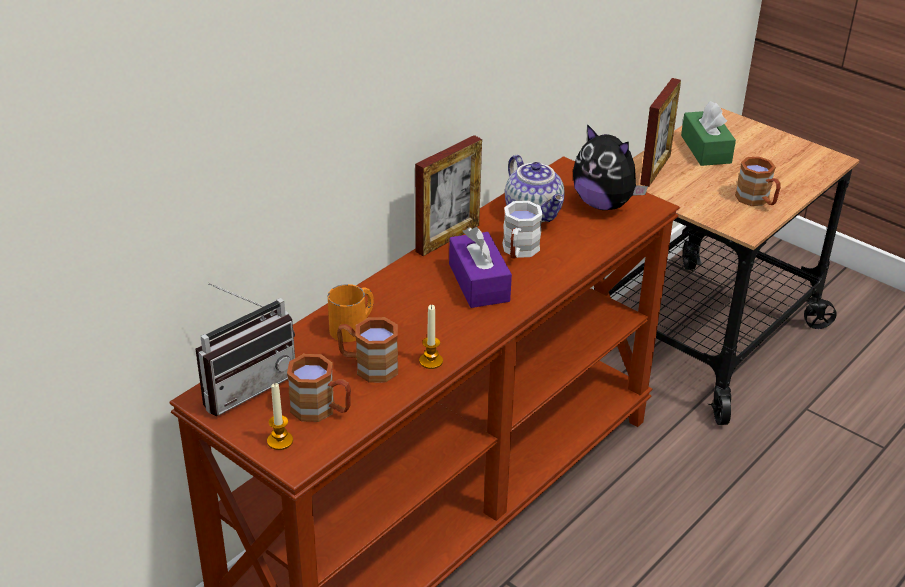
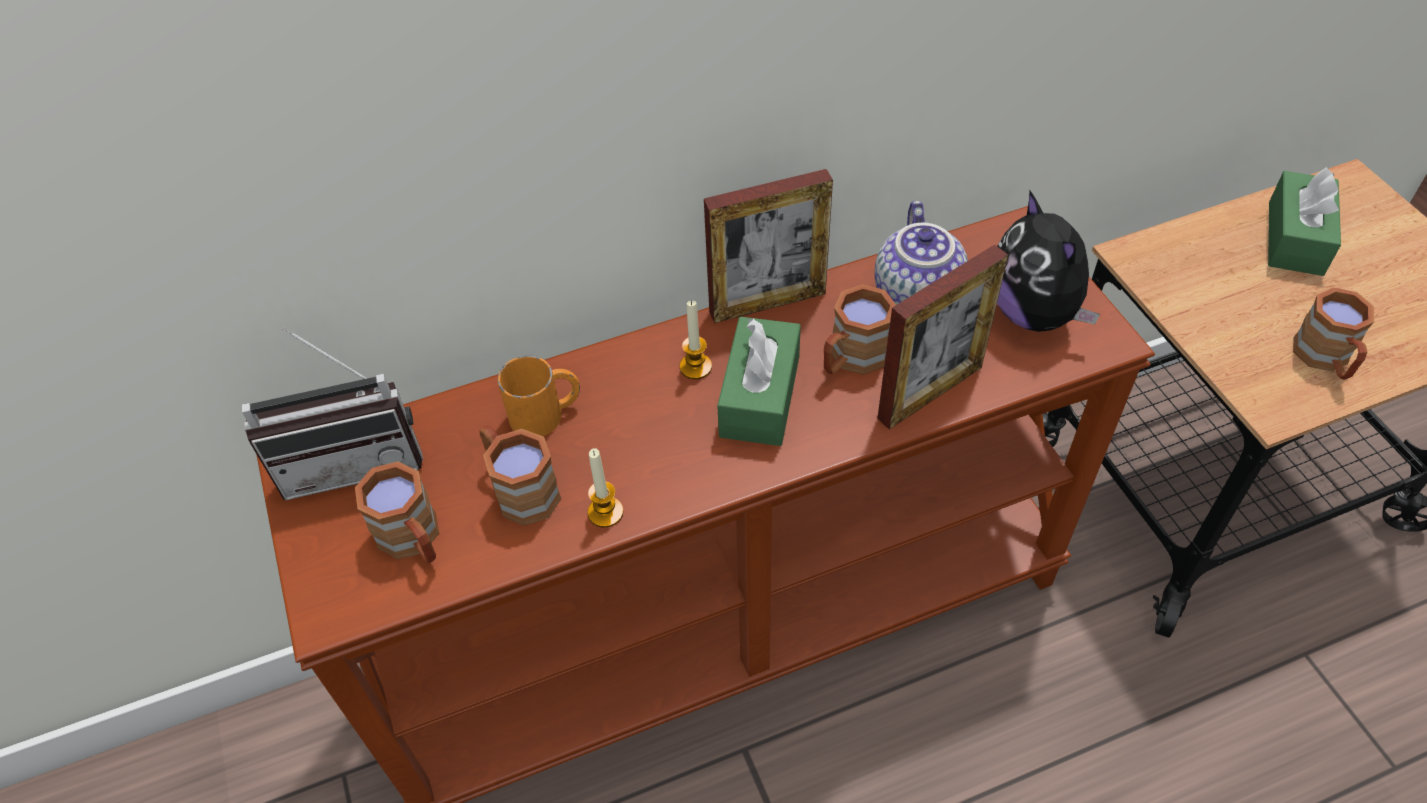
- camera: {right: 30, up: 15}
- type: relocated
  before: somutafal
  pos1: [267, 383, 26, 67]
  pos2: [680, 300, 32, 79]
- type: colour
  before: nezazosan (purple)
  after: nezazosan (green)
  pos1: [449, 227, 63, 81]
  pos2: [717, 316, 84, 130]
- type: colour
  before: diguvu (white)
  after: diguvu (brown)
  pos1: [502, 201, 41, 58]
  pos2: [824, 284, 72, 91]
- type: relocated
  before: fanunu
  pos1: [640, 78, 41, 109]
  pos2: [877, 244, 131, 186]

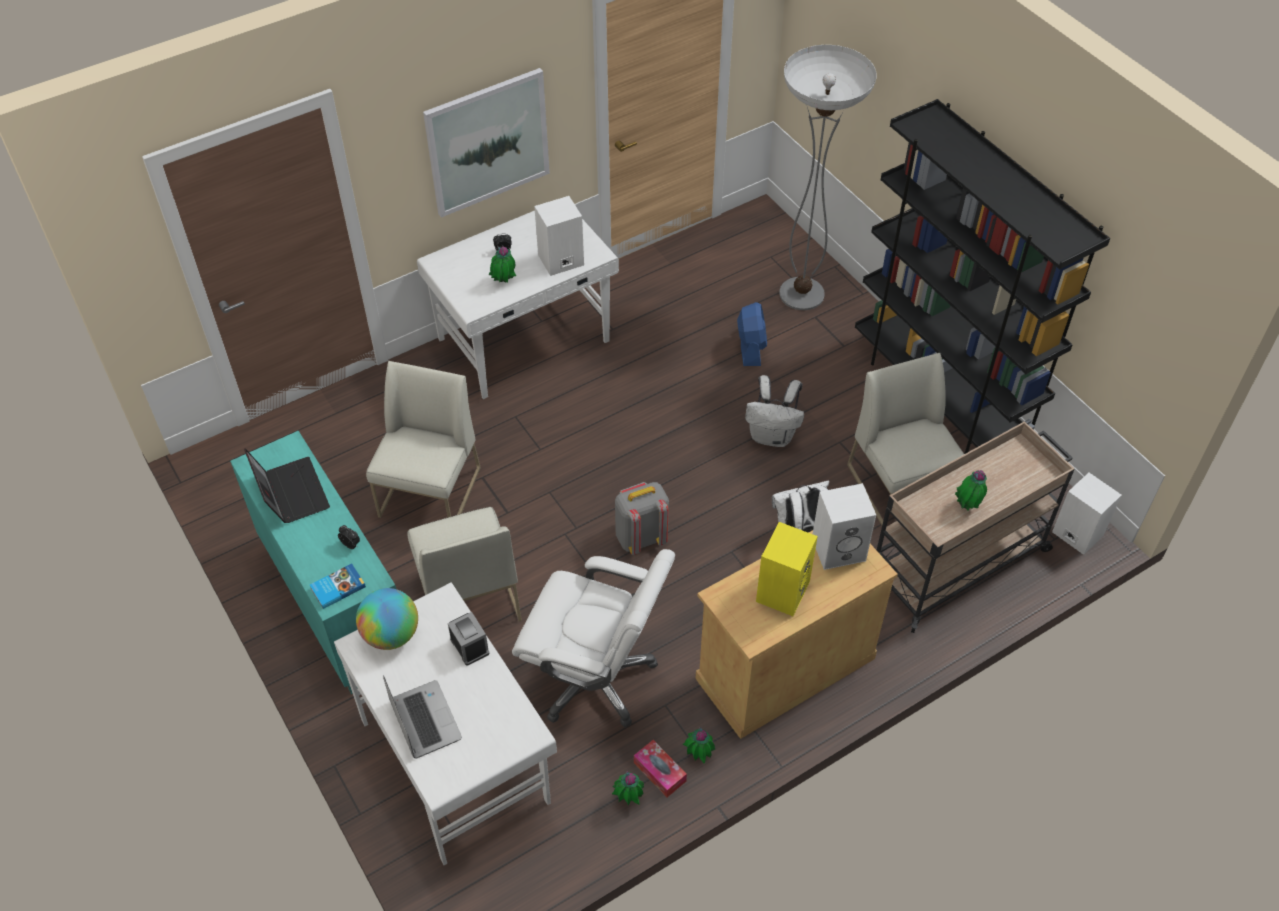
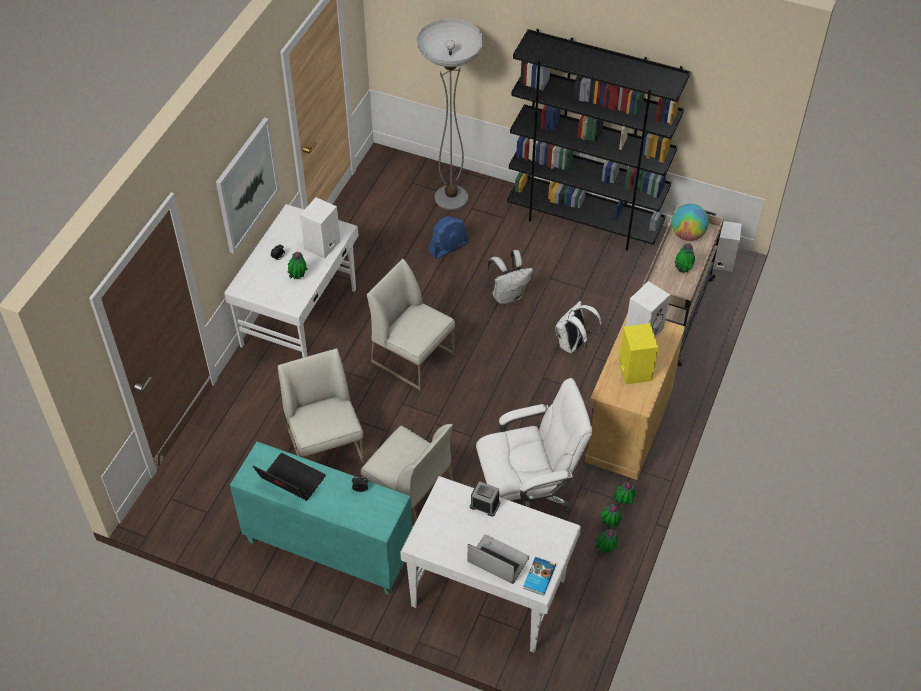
- camera: {right: -35, up: 0}
- type: relocated
  before: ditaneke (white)
  pos1: [847, 353, 117, 172]
  pos2: [367, 259, 88, 132]
- type: spun
  before: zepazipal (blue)
  pos1: [737, 302, 30, 64]
  pos2: [429, 216, 39, 43]
  turn: 90
- type: relocated
  before: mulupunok
  pos1: [310, 563, 56, 46]
  pos2: [523, 557, 33, 39]
- type: exchanged
  before: nezazosan
  after: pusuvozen
  pos1: [634, 740, 53, 57]
  pos2: [600, 503, 22, 26]
- type: relocated
  before: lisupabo
  pos1: [356, 588, 62, 62]
  pos2: [671, 204, 38, 37]
- type: missing
  before: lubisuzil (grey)
  pos1: [615, 482, 54, 73]

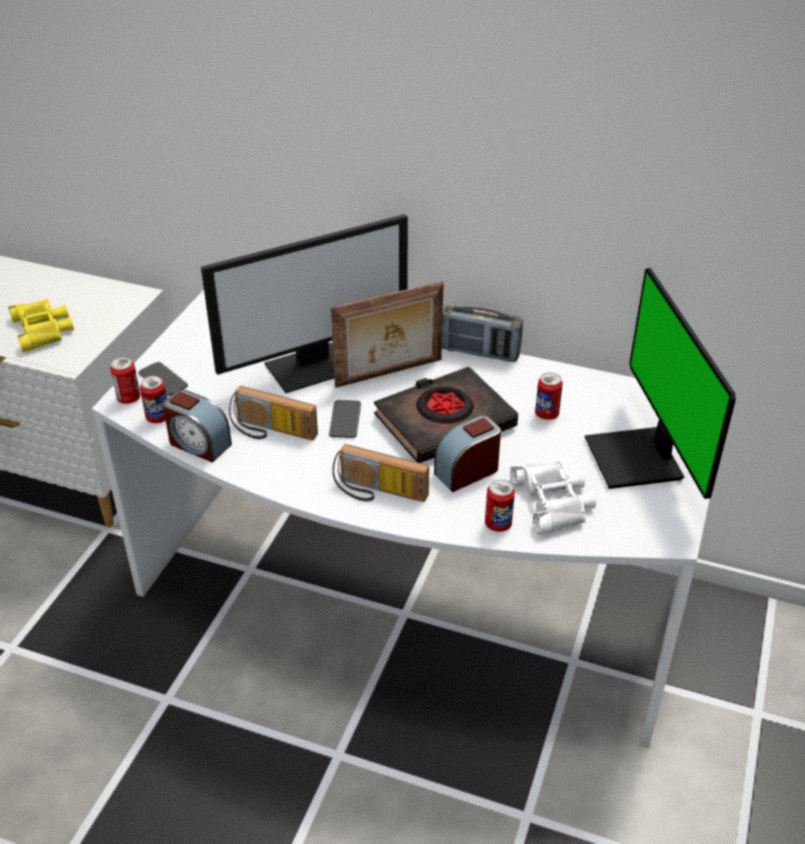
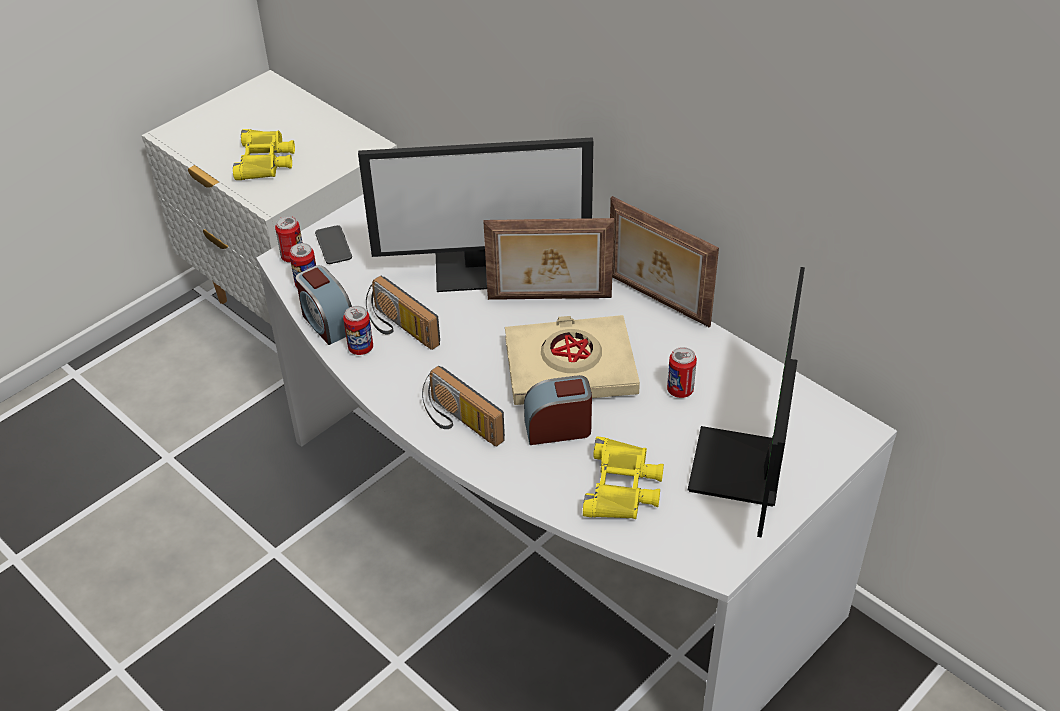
- camera: {right: 25, up: 5}
- type: relocated
  before: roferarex
  pos1: [485, 480, 30, 52]
  pos2: [343, 306, 30, 49]
- type: colour
  before: mulupunok (black)
  after: mulupunok (beige)
  pos1: [374, 366, 144, 97]
  pos2: [505, 315, 135, 90]
- type: colour
  before: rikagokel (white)
  after: rikagokel (yellow)
  pos1: [510, 462, 86, 72]
  pos2: [583, 436, 81, 83]
- type: exchanged
  before: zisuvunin
  after: fanunu
  pos1: [442, 305, 81, 57]
  pos2: [610, 196, 109, 131]
- type: missing
  before: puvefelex
  pos1: [329, 400, 32, 38]

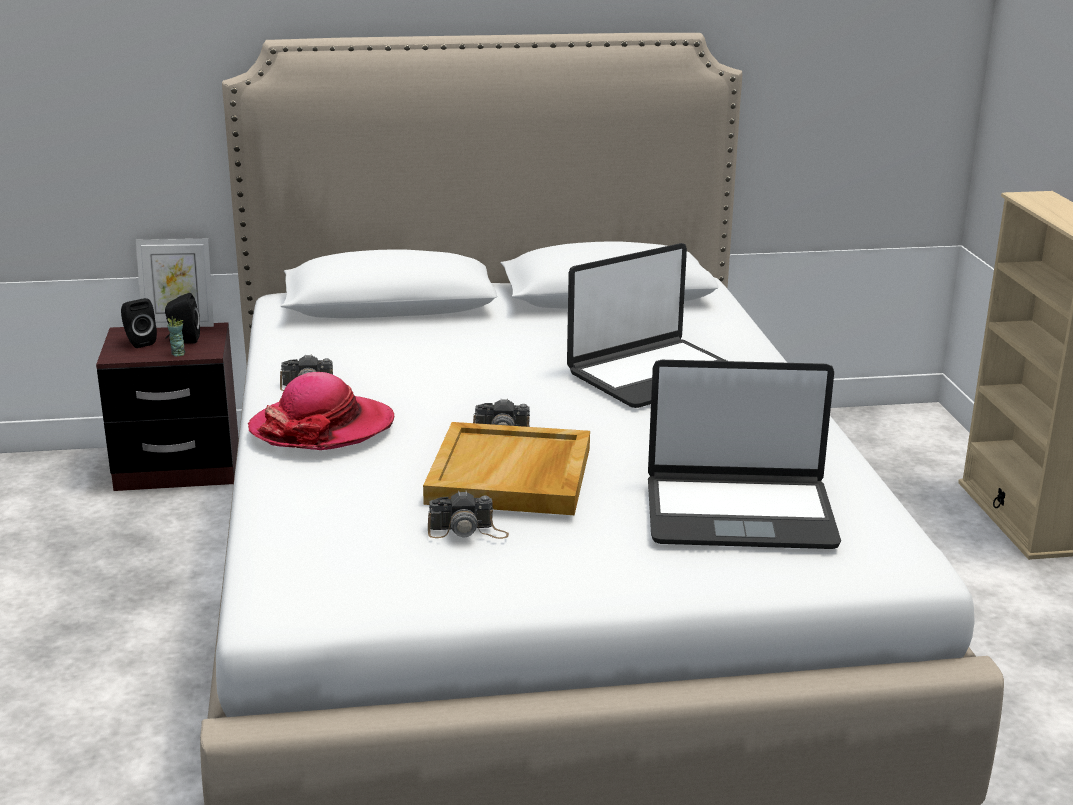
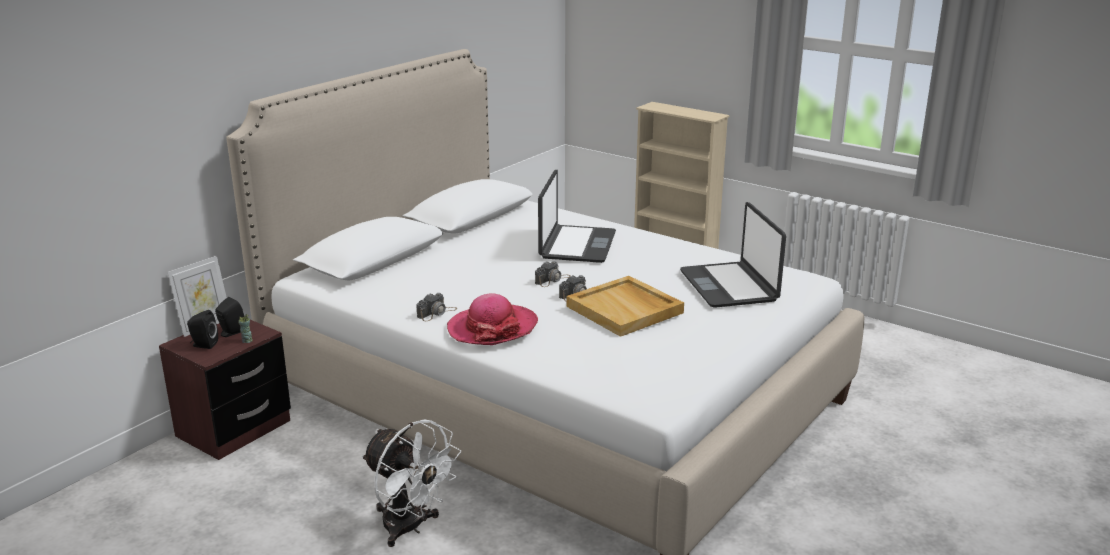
- camera: {right: -45, up: 0}
- type: appeared
  after: zepazipal (white)
  pos2: [362, 419, 99, 128]
- type: relocated
  before: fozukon
  pos1: [428, 490, 81, 49]
  pos2: [535, 261, 35, 26]
- type: spun
  before: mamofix
  pos1: [648, 360, 193, 189]
  pos2: [680, 202, 106, 106]
  turn: 120

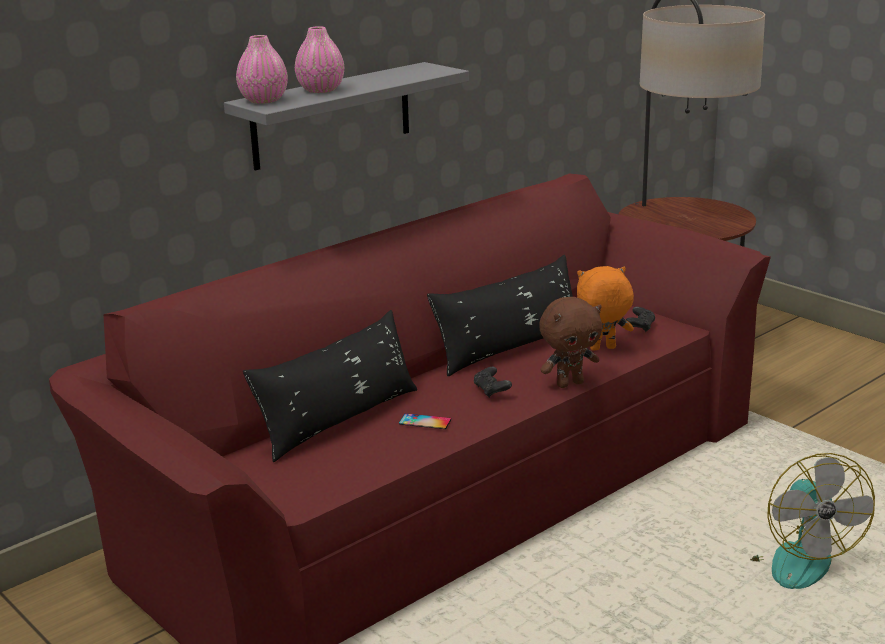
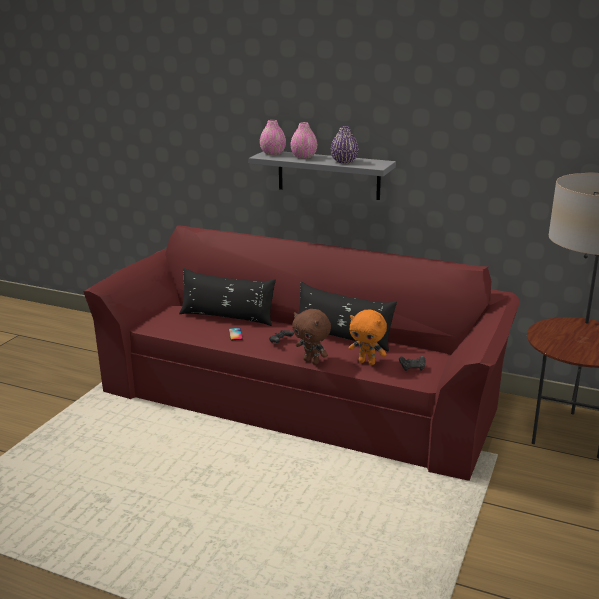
- camera: {right: 65, up: 0}
- type: appeared
  after: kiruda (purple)
  pos2: [331, 126, 28, 38]
- type: spun
  before: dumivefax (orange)
  pos1: [577, 266, 57, 85]
  pos2: [349, 310, 38, 55]
  turn: 150
- type: missing
  before: zepazipal
  pos1: [750, 453, 125, 136]

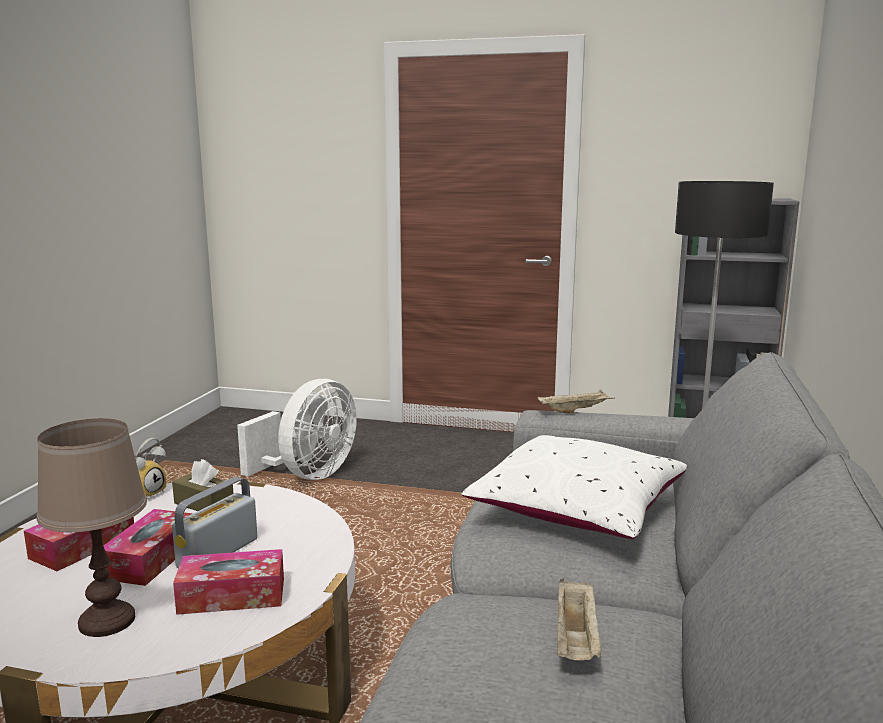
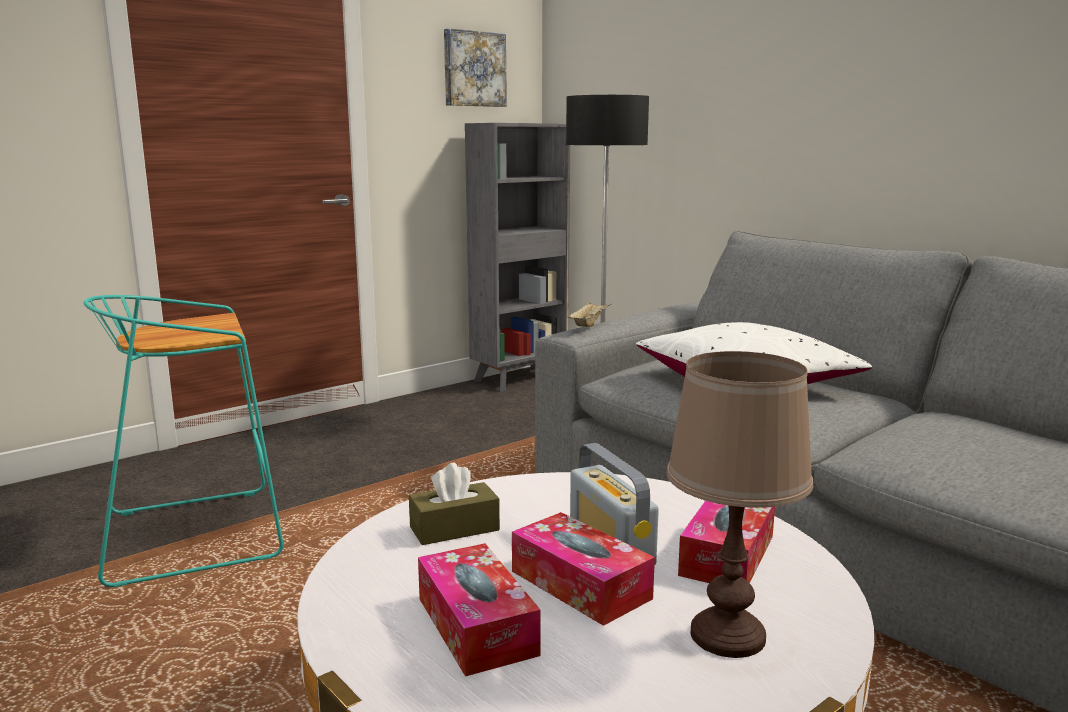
- camera: {right: -55, up: 0}
- type: exchanged
  before: zepazipal (white)
  after: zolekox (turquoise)
  pos1: [237, 379, 120, 101]
  pos2: [84, 295, 200, 292]
- type: appeared
  after: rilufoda
  pos2: [444, 28, 63, 79]
- type: missing
  before: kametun
  pos1: [135, 438, 31, 61]
- type: missing
  before: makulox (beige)
  pos1: [557, 578, 45, 82]

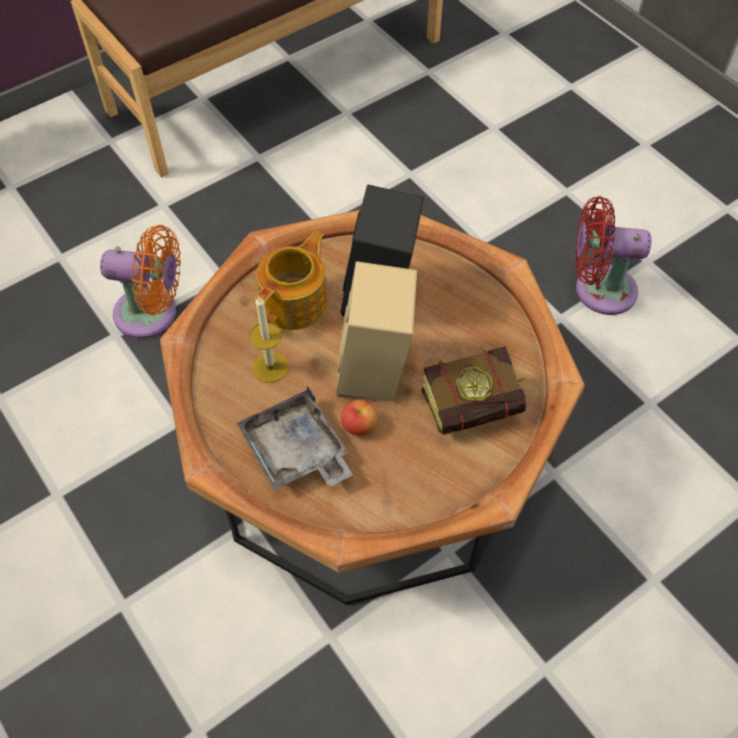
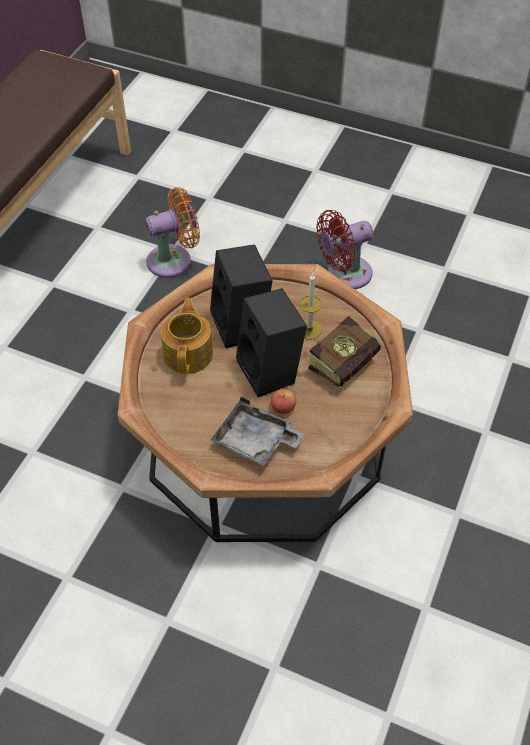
- camera: {right: -30, up: -5}
- type: relocated
  before: zepazipal (orange)
  pos1: [100, 225, 81, 114]
  pos2: [145, 187, 55, 91]
- type: colour
  before: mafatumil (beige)
  after: mafatumil (black)
  pos1: [336, 261, 81, 141]
  pos2: [236, 288, 71, 109]
- type: relocated
  before: somutafal
  pos1: [249, 297, 40, 86]
  pos2: [300, 273, 22, 67]

